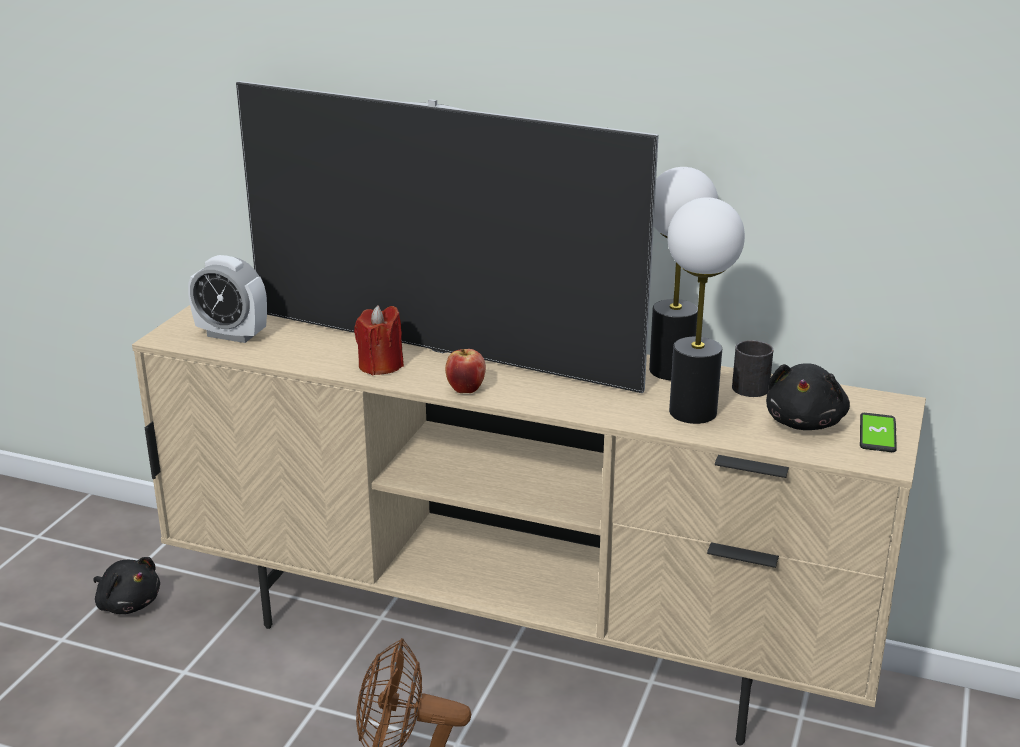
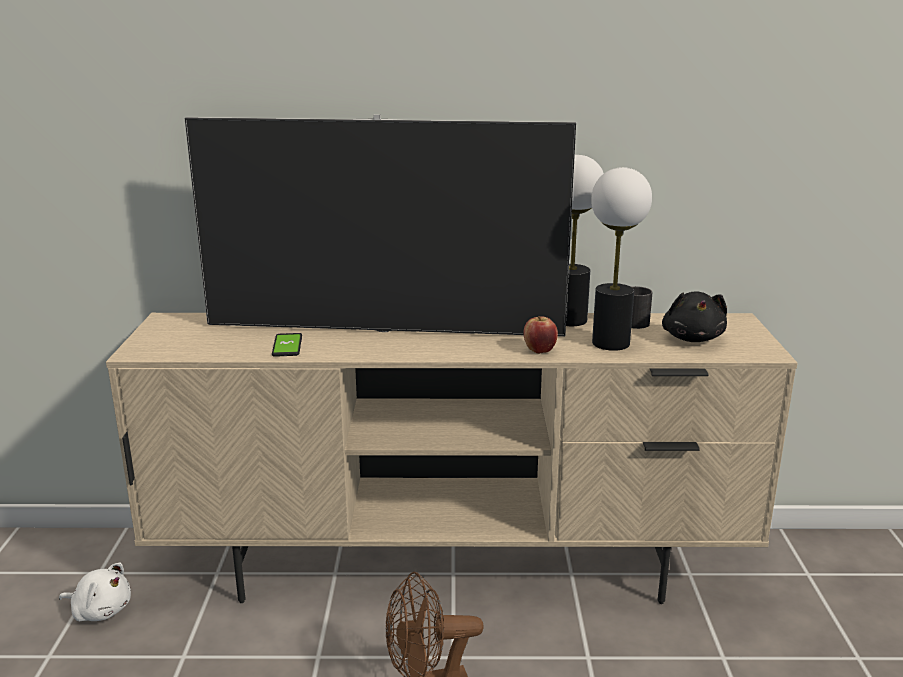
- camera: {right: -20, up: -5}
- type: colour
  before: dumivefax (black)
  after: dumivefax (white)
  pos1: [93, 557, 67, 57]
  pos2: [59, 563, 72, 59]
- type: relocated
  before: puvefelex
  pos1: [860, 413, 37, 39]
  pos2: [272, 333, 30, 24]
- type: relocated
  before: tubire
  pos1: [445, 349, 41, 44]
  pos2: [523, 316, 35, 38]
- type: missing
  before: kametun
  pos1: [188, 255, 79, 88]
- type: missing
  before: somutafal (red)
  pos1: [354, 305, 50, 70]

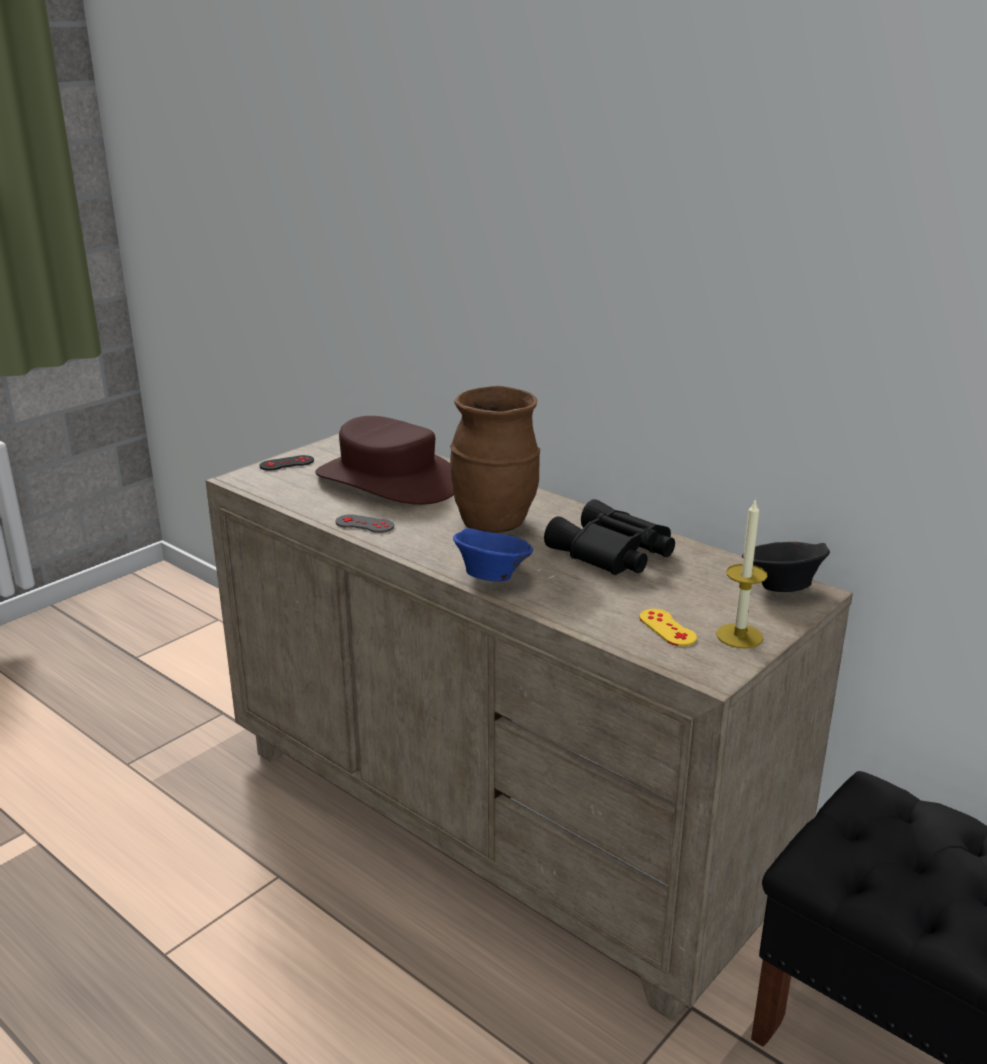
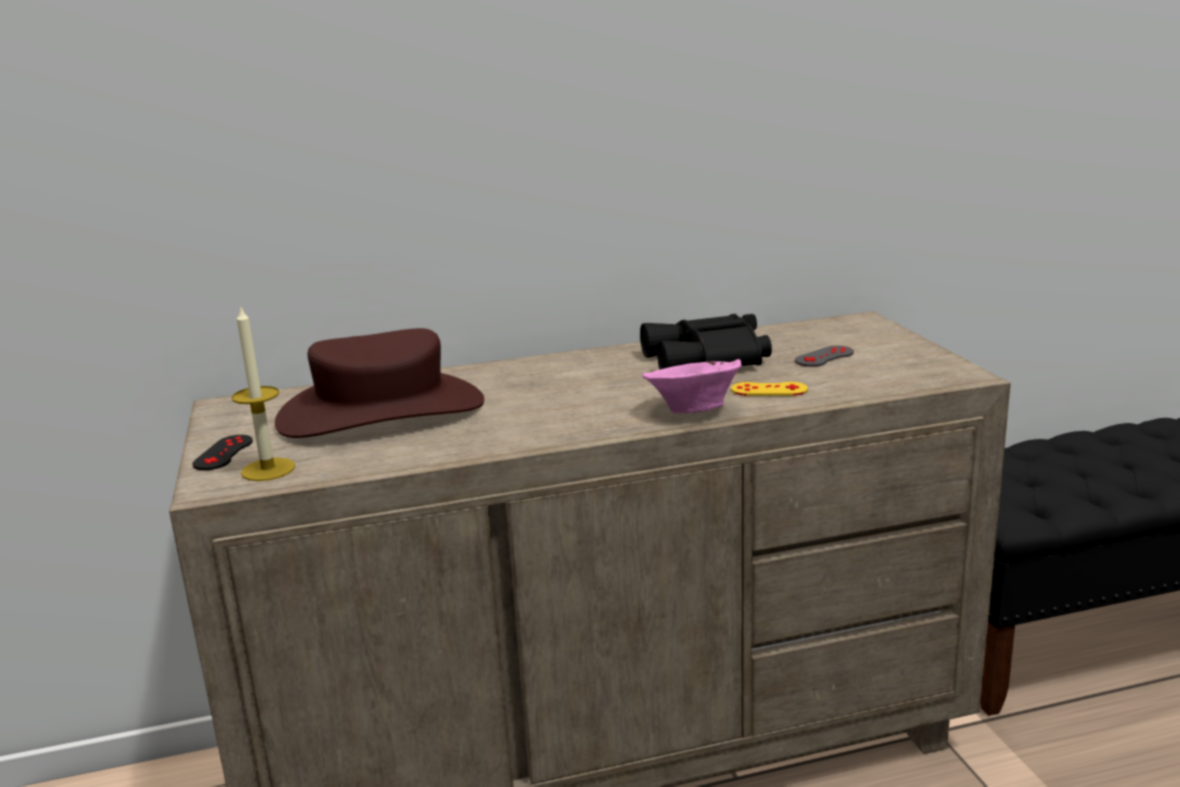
- camera: {right: -55, up: -5}
- type: relocated
  before: somutafal
  pos1: [716, 498, 52, 150]
  pos2: [232, 305, 63, 176]
- type: colour
  before: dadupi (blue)
  after: dadupi (pink)
  pos1: [453, 528, 80, 53]
  pos2: [642, 359, 100, 55]
- type: relocated
  before: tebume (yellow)
  pos1: [639, 609, 58, 37]
  pos2: [731, 382, 77, 14]
- type: relocated
  before: tebume (grey)
  pos1: [335, 514, 59, 19]
  pos2: [795, 346, 59, 21]
- type: missing
  before: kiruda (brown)
  pos1: [450, 386, 90, 147]
- type: missing
  before: dadupi (black)
  pos1: [742, 542, 88, 50]

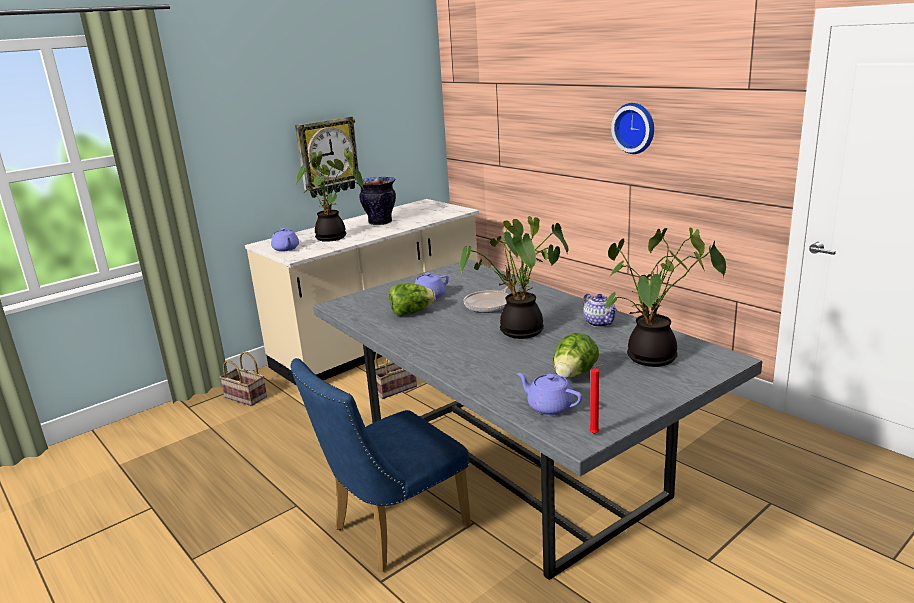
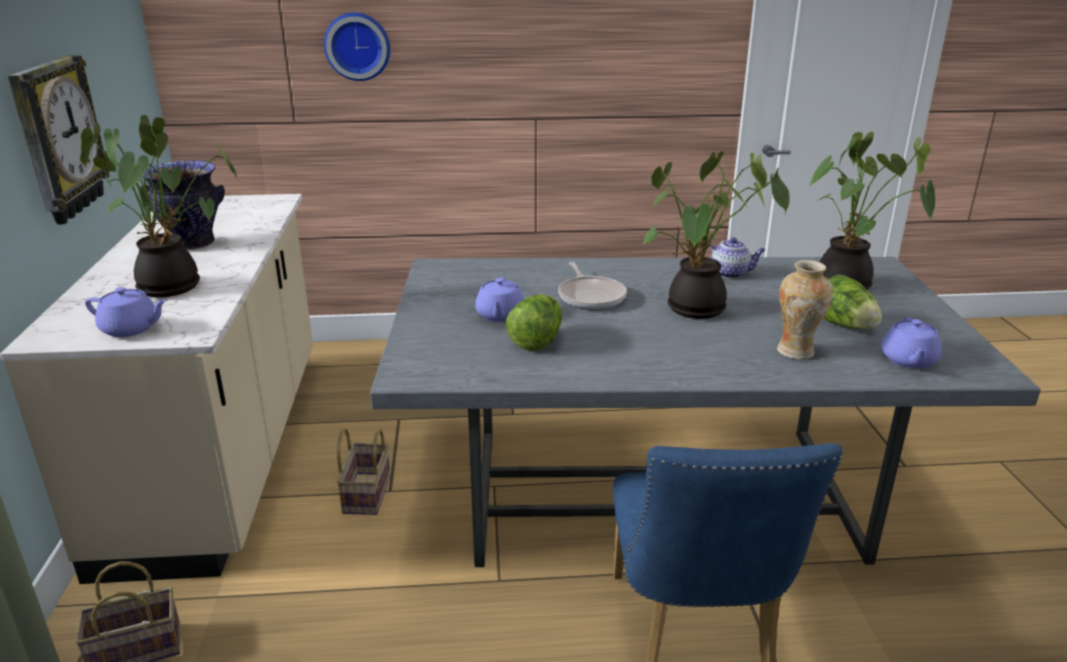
- camera: {right: -55, up: 5}
- type: relocated
  before: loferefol
  pos1: [611, 103, 43, 51]
  pos2: [324, 13, 66, 68]
- type: appeared
  after: kiruda
  pos2: [777, 260, 56, 100]
- type: spun
  before: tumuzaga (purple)
  pos1: [517, 373, 65, 42]
  pos2: [881, 317, 61, 52]
  turn: -60
- type: missing
  before: somutafal (red)
  pos1: [589, 364, 14, 70]

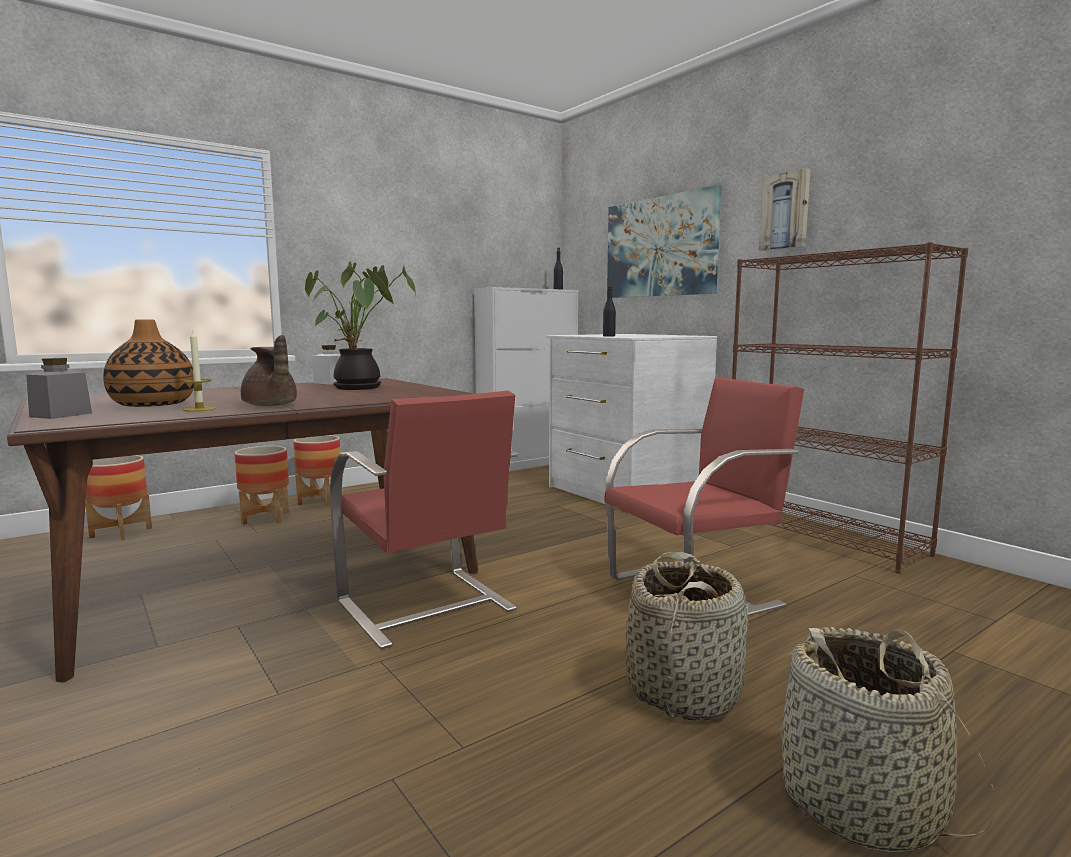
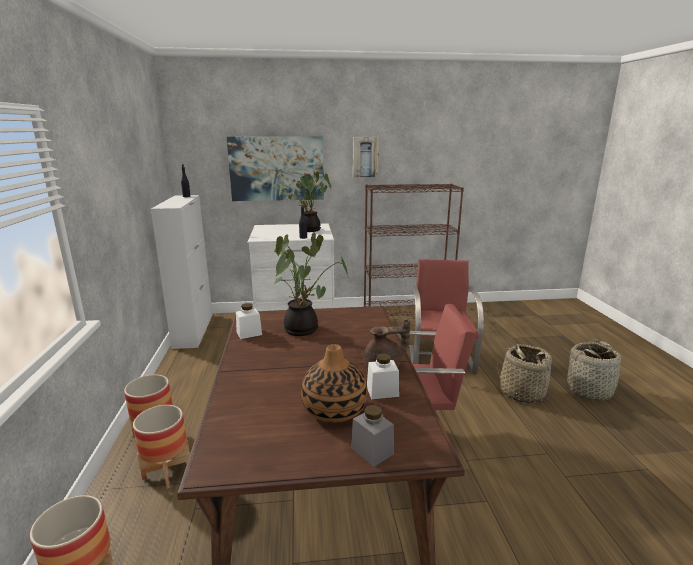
- camera: {right: -60, up: 10}
- type: appeared
  after: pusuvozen
  pos2: [279, 171, 52, 61]
- type: exchanged
  before: somutafal
  after: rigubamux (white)
  pos1: [183, 331, 33, 81]
  pos2: [367, 353, 32, 46]

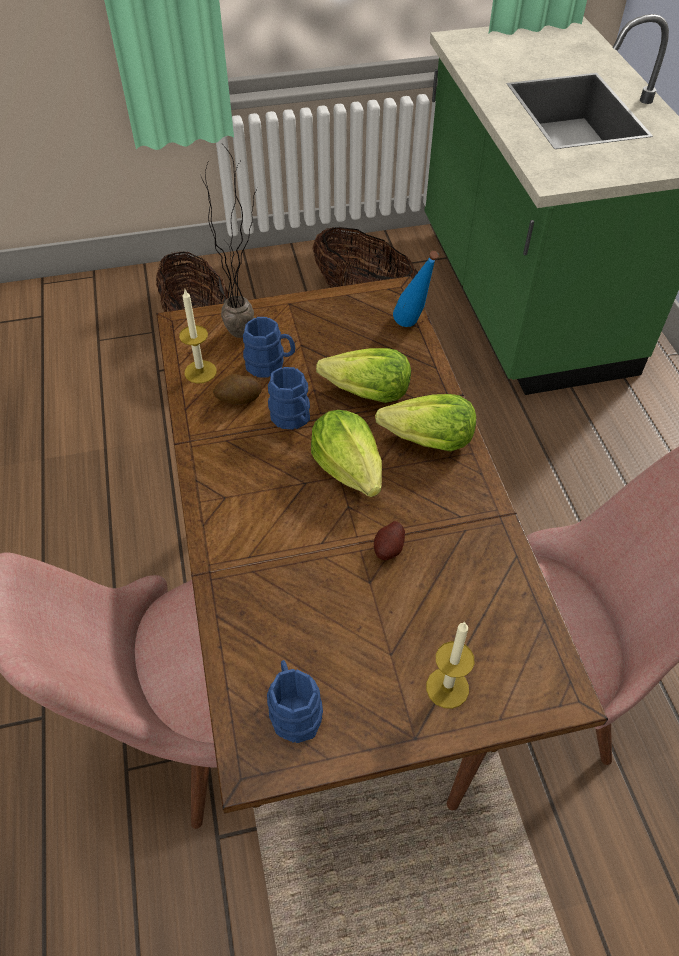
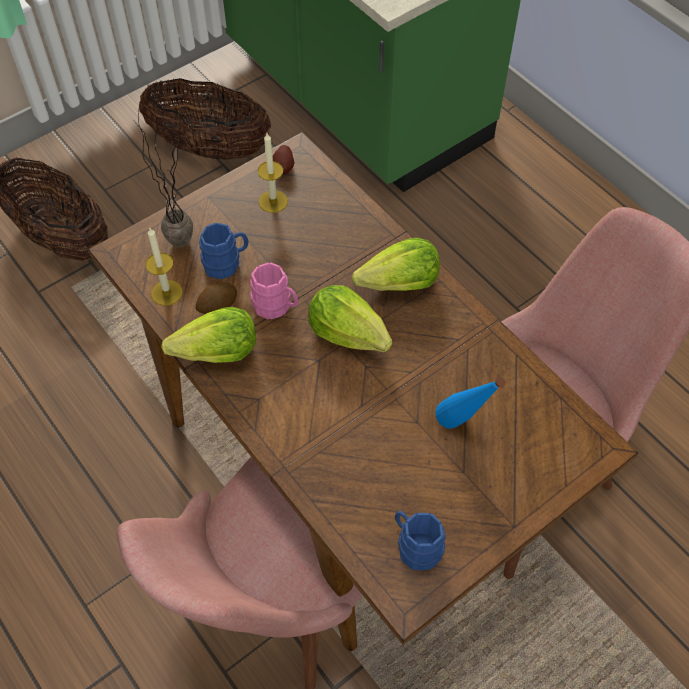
- camera: {right: -25, up: 5}
- type: relocated
  before: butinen
  pos1: [316, 348, 95, 55]
  pos2: [161, 307, 95, 56]
- type: colour
  before: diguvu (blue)
  after: diguvu (pink)
  pos1: [268, 367, 42, 63]
  pos2: [250, 263, 48, 56]
- type: relocated
  before: somutafal
  pos1: [426, 622, 48, 87]
  pos2: [258, 133, 30, 80]
- type: relocated
  before: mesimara
  pos1: [374, 521, 31, 39]
  pos2: [273, 145, 21, 30]
- type: relocated
  before: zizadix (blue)
  pos1: [393, 251, 46, 76]
  pos2: [435, 377, 70, 52]

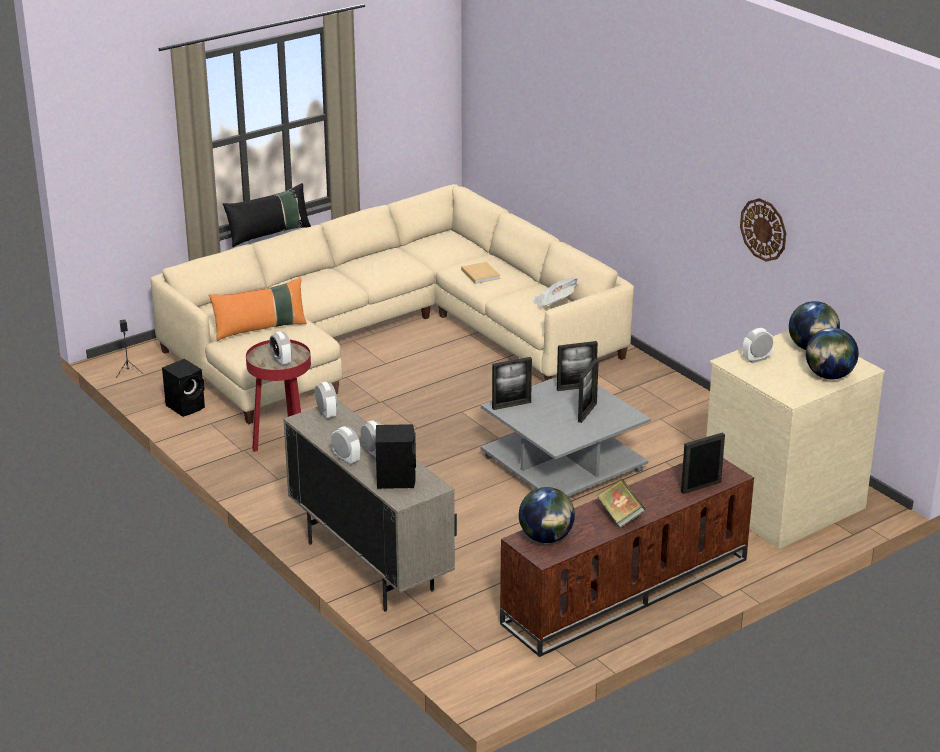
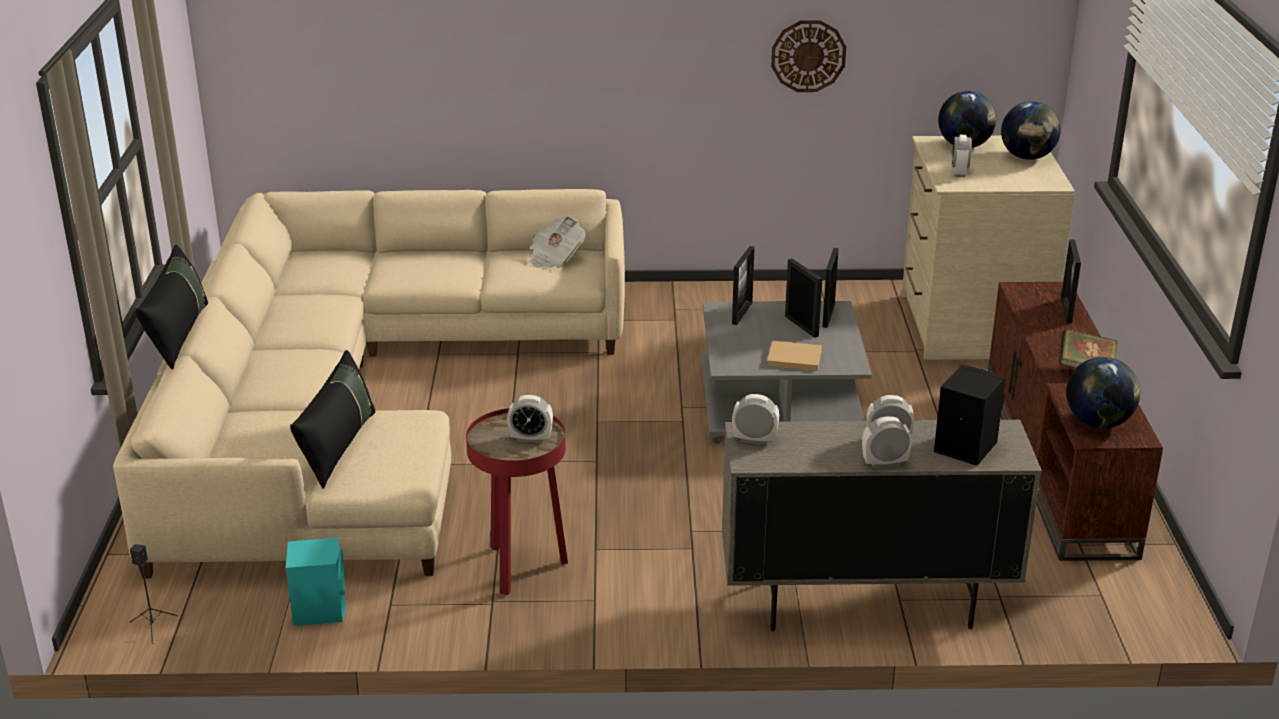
- camera: {right: -55, up: 0}
- type: colour
  before: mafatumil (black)
  after: mafatumil (turquoise)
  pos1: [162, 359, 43, 58]
  pos2: [286, 537, 60, 89]
- type: colour
  before: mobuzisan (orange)
  after: mobuzisan (black)
  pos1: [209, 277, 98, 64]
  pos2: [290, 350, 86, 139]
- type: relocated
  before: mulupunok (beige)
  pos1: [461, 262, 39, 22]
  pos2: [767, 341, 55, 30]
- type: relocated
  before: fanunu
  pos1: [492, 357, 40, 53]
  pos2: [822, 248, 17, 80]

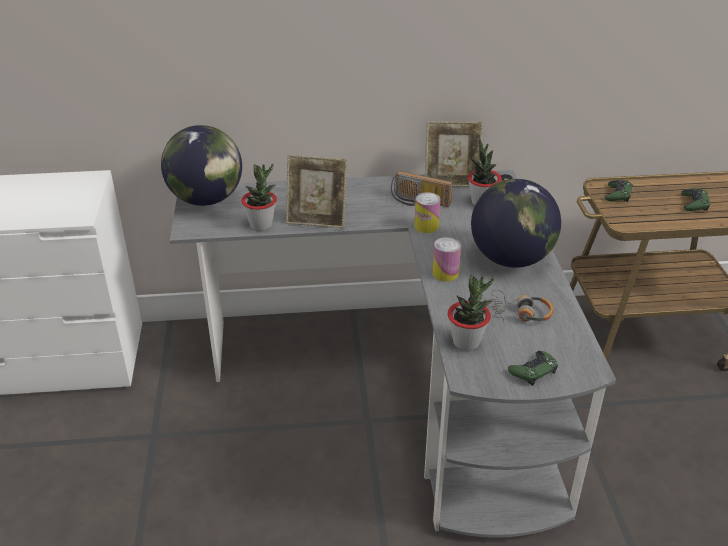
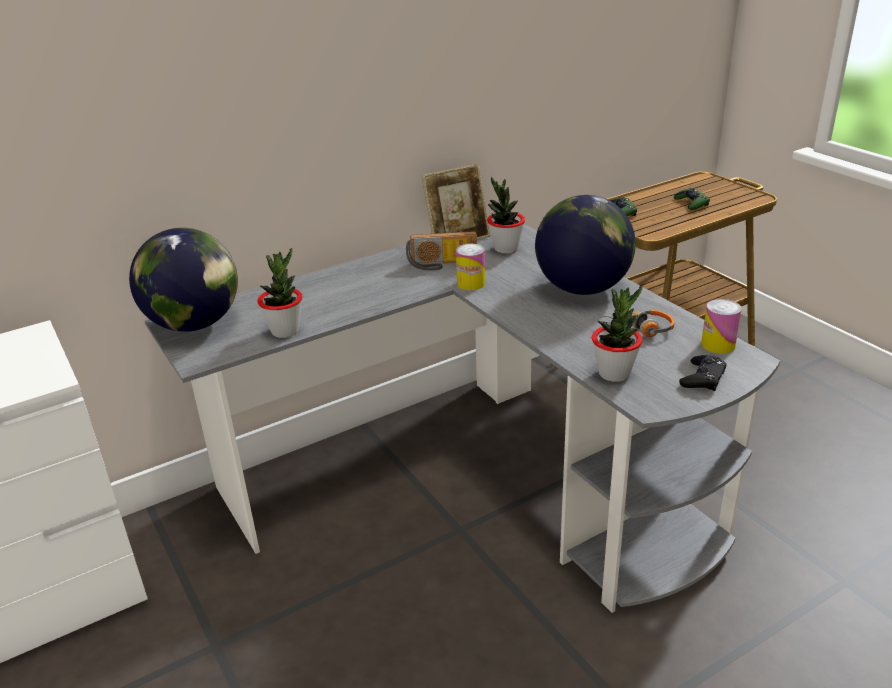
- camera: {right: -25, up: -5}
- type: colour
  before: tebume (green)
  after: tebume (black)
  pos1: [508, 351, 50, 35]
  pos2: [679, 355, 48, 36]
- type: relocated
  before: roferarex
  pos1: [432, 237, 29, 45]
  pos2: [701, 299, 41, 55]
- type: missing
  before: fanunu
  pos1: [286, 154, 62, 74]

